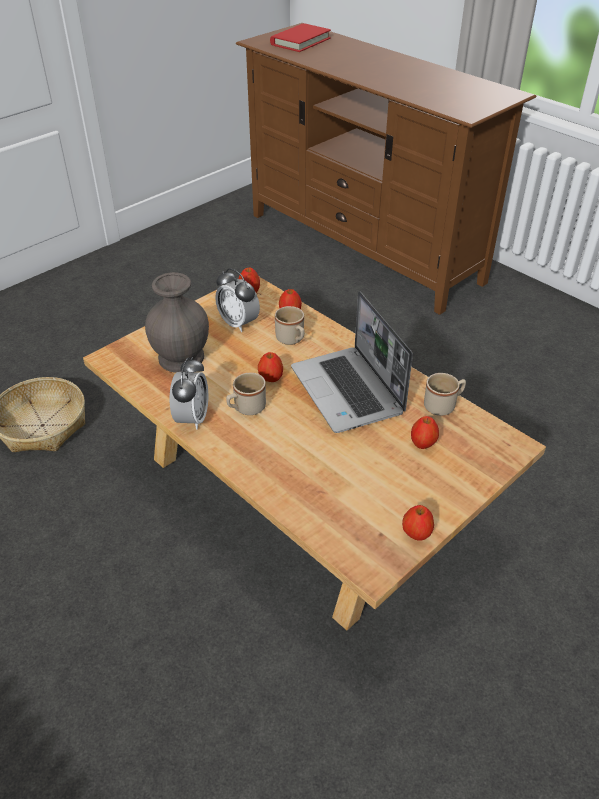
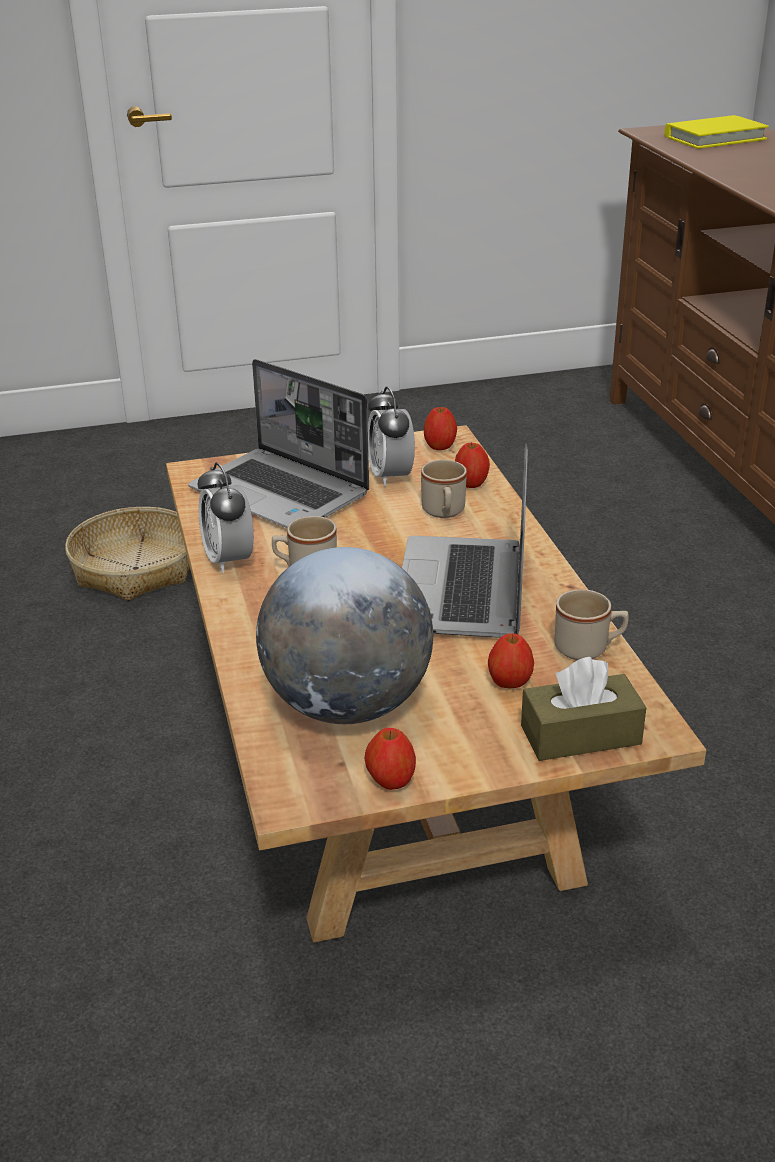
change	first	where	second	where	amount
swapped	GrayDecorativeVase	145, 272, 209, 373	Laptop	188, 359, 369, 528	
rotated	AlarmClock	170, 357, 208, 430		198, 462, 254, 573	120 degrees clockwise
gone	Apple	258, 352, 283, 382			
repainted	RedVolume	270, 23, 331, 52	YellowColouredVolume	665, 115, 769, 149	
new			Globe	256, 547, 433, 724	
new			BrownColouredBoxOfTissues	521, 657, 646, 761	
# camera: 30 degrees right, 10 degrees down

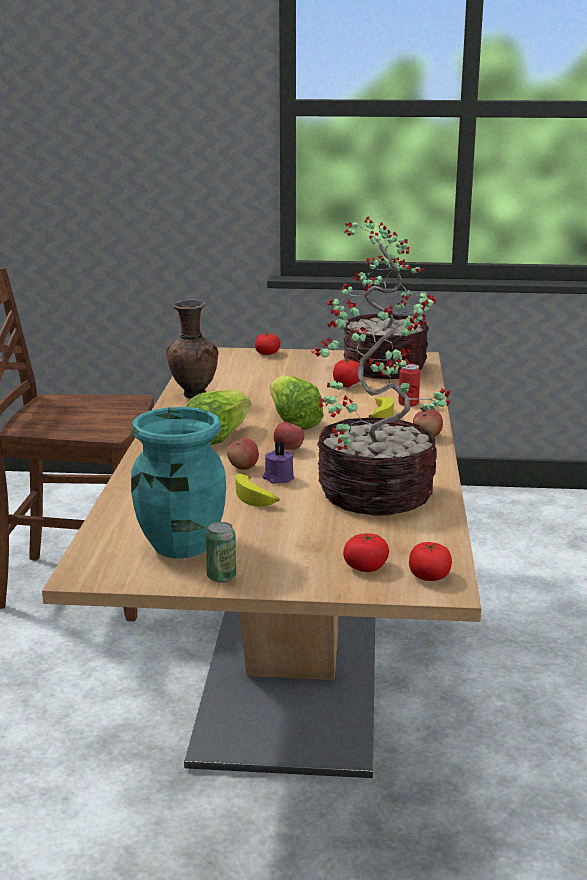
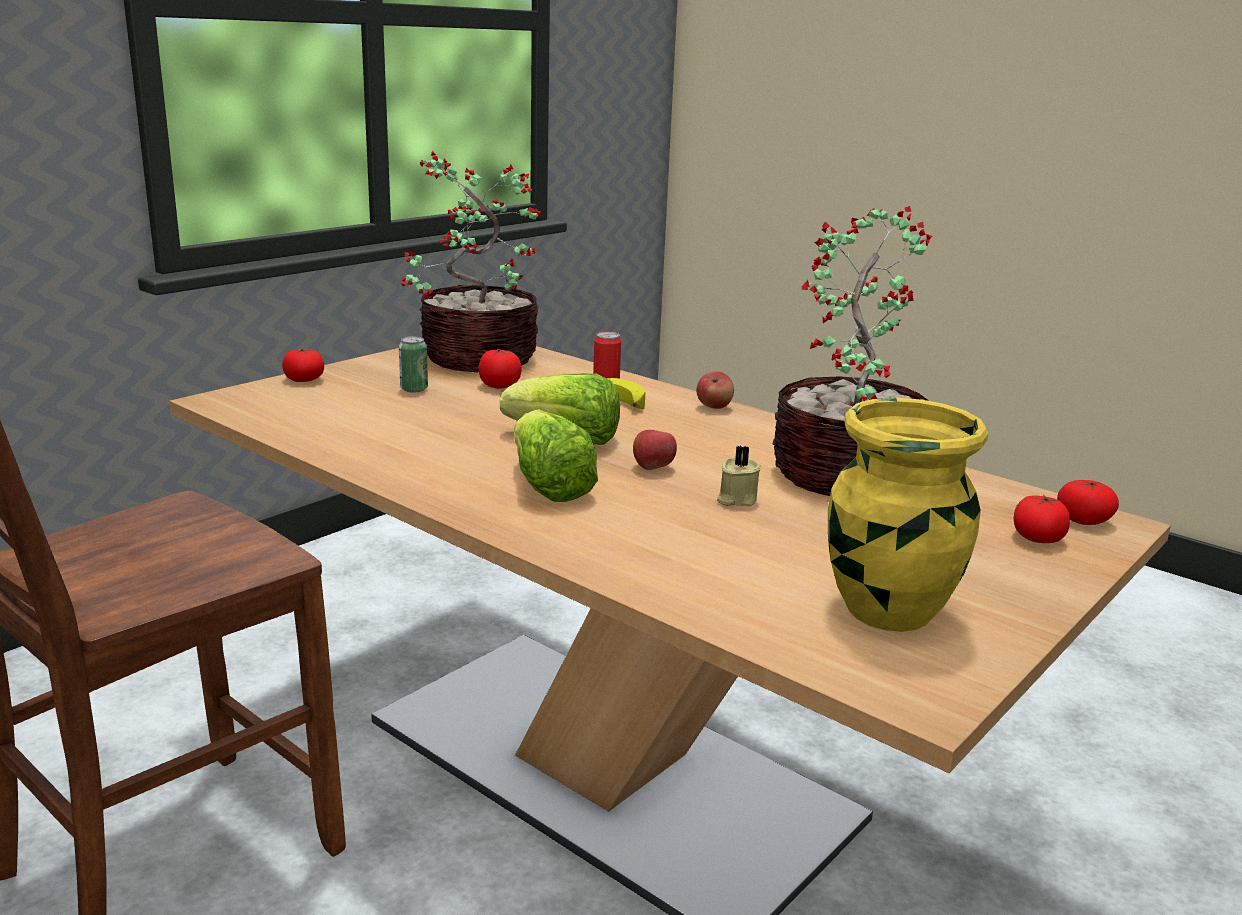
change	first	where	second	where	amount
repainted	TurquoiseDecorativeVase	131, 407, 226, 559	YellowColouredDecorativeVase	828, 398, 988, 632	
gone	BrownColouredDecorativeVase	166, 300, 218, 399			
shifted	SealedCan	206, 522, 236, 583		399, 336, 428, 393	
gone	Apple	227, 438, 259, 470			
gone	BananaFruit	236, 474, 280, 507			
repainted	PurplishCandle	262, 442, 294, 484	SandColouredCandle	717, 445, 761, 506	
# camera: 55 degrees left, 0 degrees up

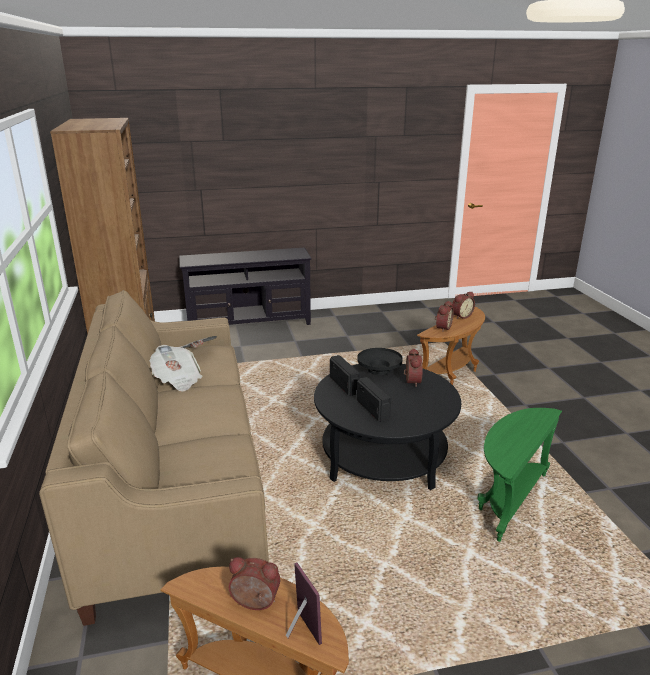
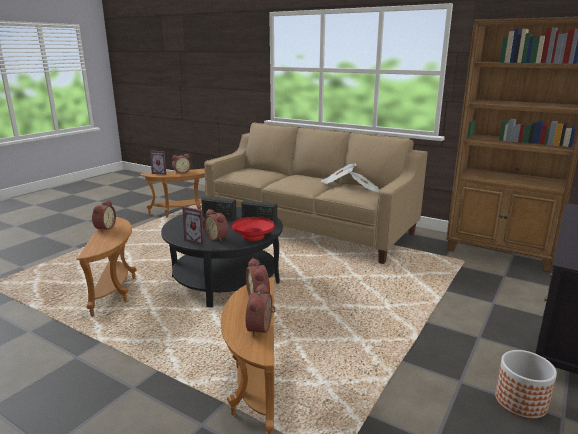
change	first	where	second	where	amount
repainted	BlackColouredDeepDish	357, 348, 403, 375	RedDeepDish	232, 217, 275, 241	
repainted	GreenishAccentTable	477, 408, 562, 542	BrownColouredAccentTable	77, 217, 137, 317	
new			AlarmClock	92, 200, 116, 232	
new			PhotoFrame	182, 206, 204, 245	
new			PlantPot	495, 350, 557, 419	
# camera: 135 degrees right, 5 degrees down

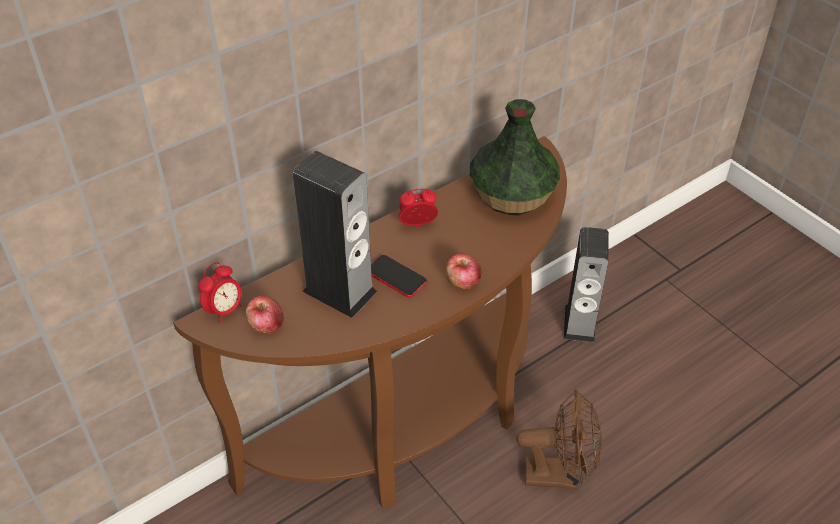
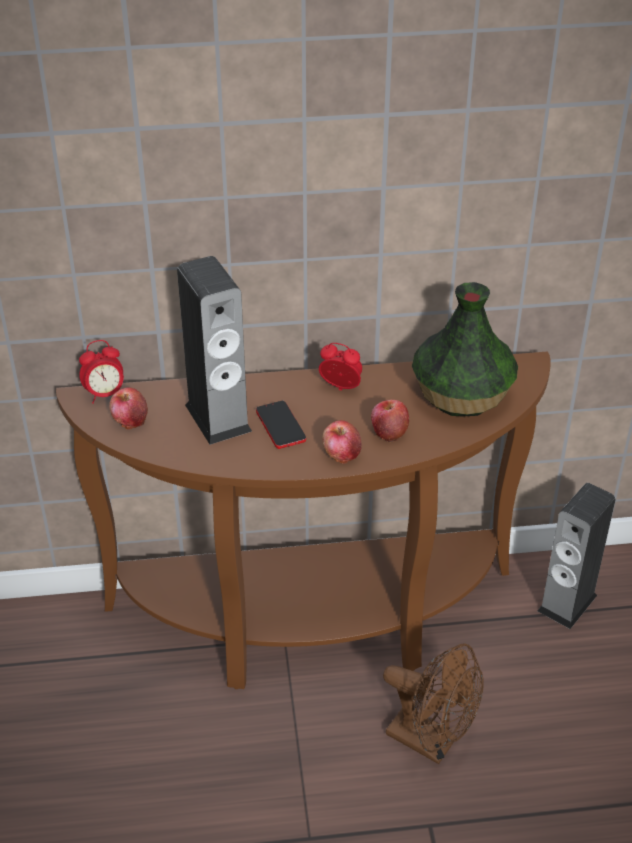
change	first	where	second	where	amount
new			Apple	371, 400, 409, 442	
# camera: 30 degrees right, 5 degrees down

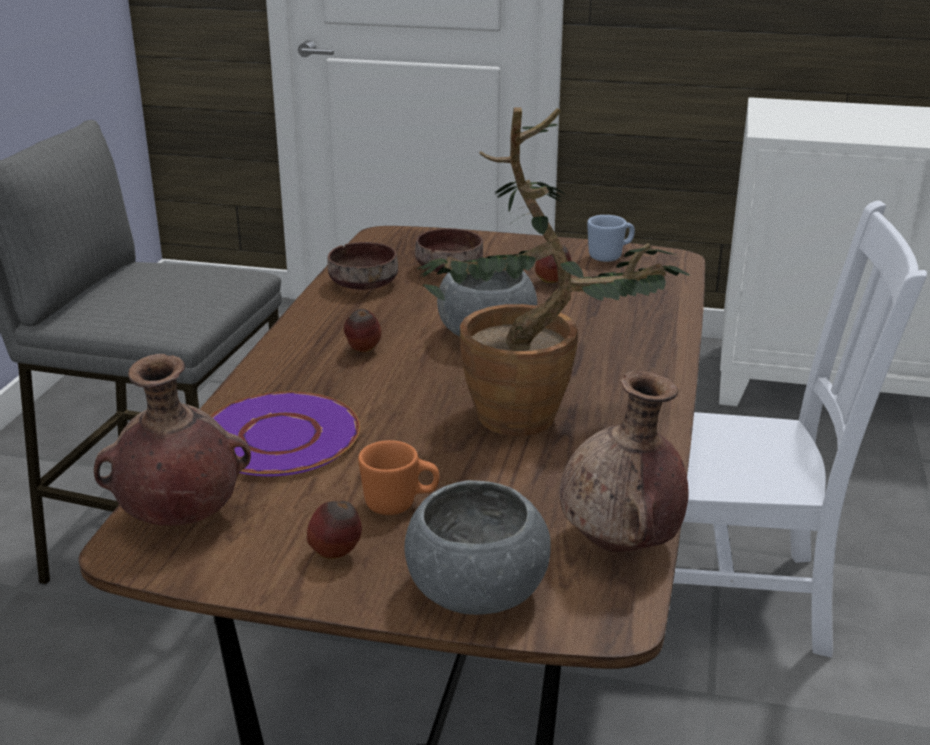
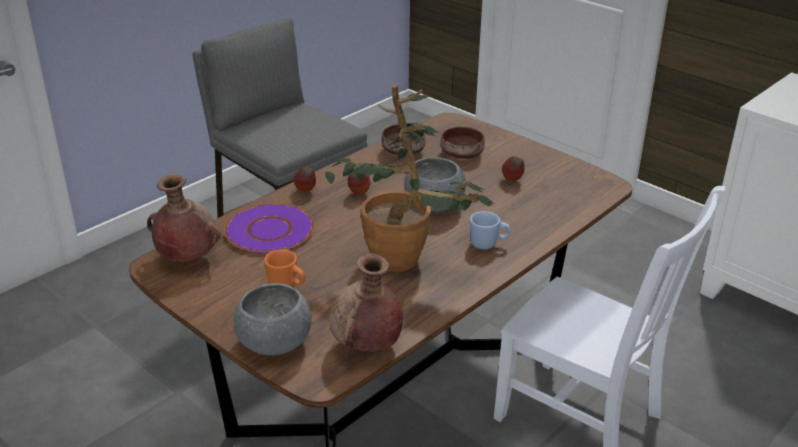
change	first	where	second	where	amount
shifted	Apple	307, 501, 362, 559		294, 167, 316, 192	
shifted	BluishCoffeeMug	587, 215, 635, 262		470, 211, 510, 249	
# camera: 30 degrees right, 5 degrees up

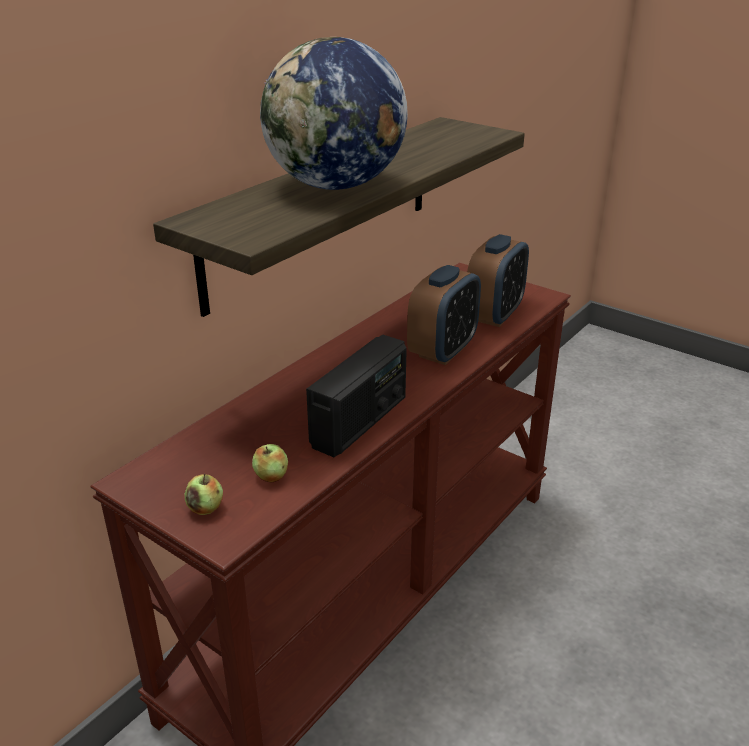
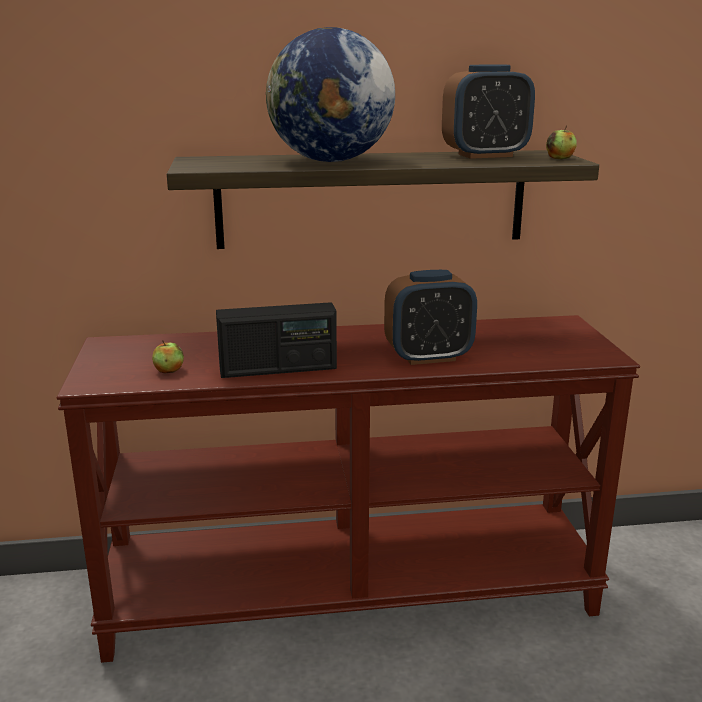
change	first	where	second	where	amount
shifted	Apple	185, 474, 223, 515		546, 125, 577, 159	
shifted	AlarmClock	467, 234, 529, 327		442, 64, 535, 159	
# camera: 45 degrees right, 10 degrees down

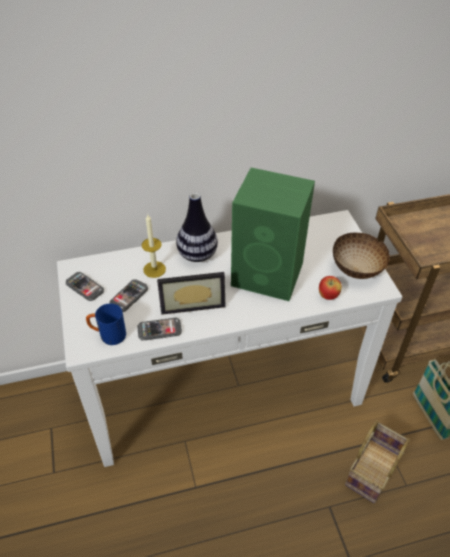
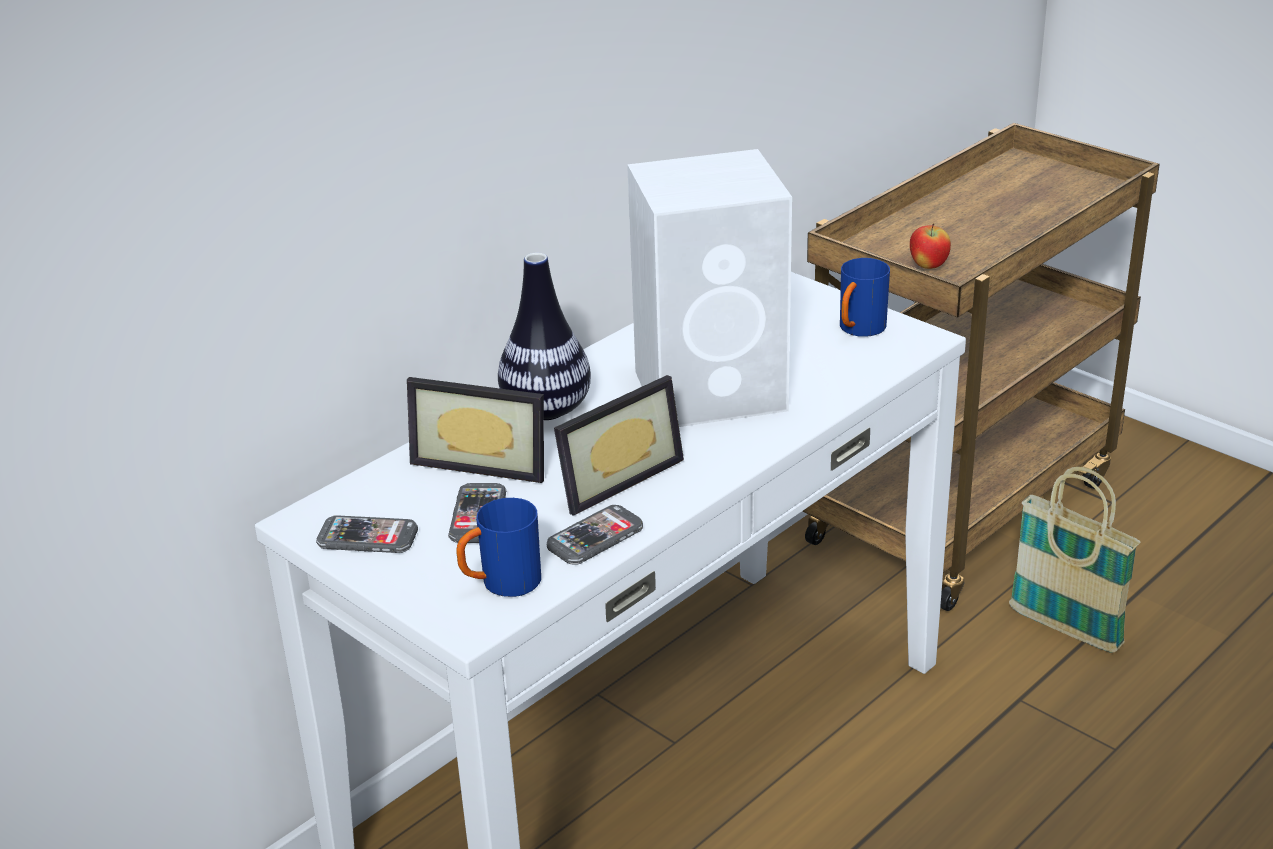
change	first	where	second	where	amount
swapped	Candle	142, 215, 166, 278	PhotoFrame	407, 377, 544, 483	
repainted	GreenishLoudspeaker	231, 168, 315, 301	WhiteLoudspeaker	627, 149, 792, 427	
shifted	Apple	319, 276, 342, 300		910, 223, 951, 269	
swapped	DeepDish	333, 233, 390, 279	BluishCoffeeMug	840, 258, 890, 337	
gone	Basket	345, 420, 410, 503			
# camera: 30 degrees left, 15 degrees down

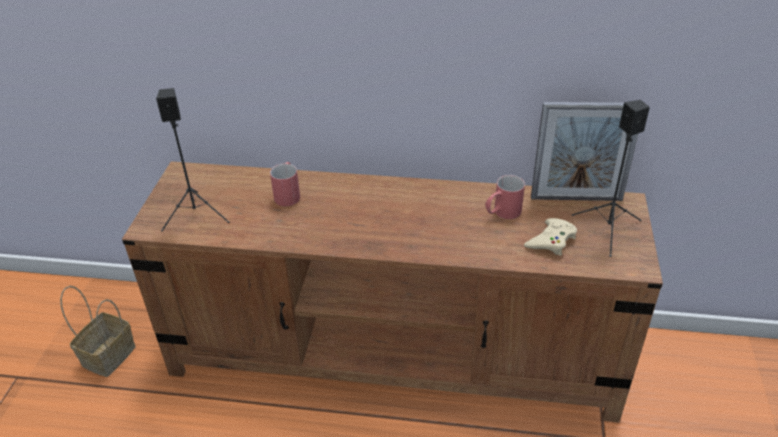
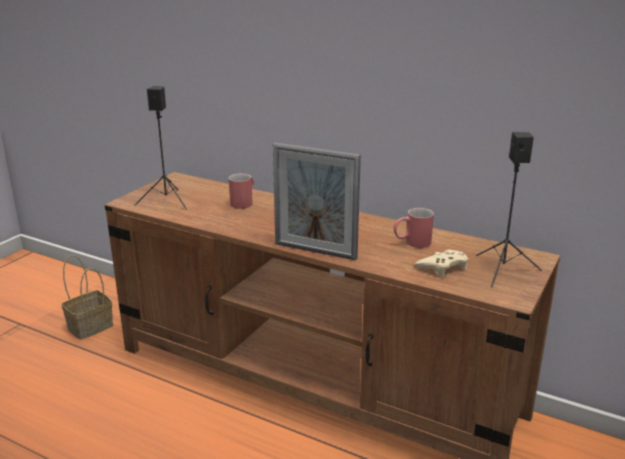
change	first	where	second	where	amount
shifted	PhotoFrame	531, 102, 638, 201		273, 143, 361, 261	
# camera: 20 degrees right, 15 degrees down

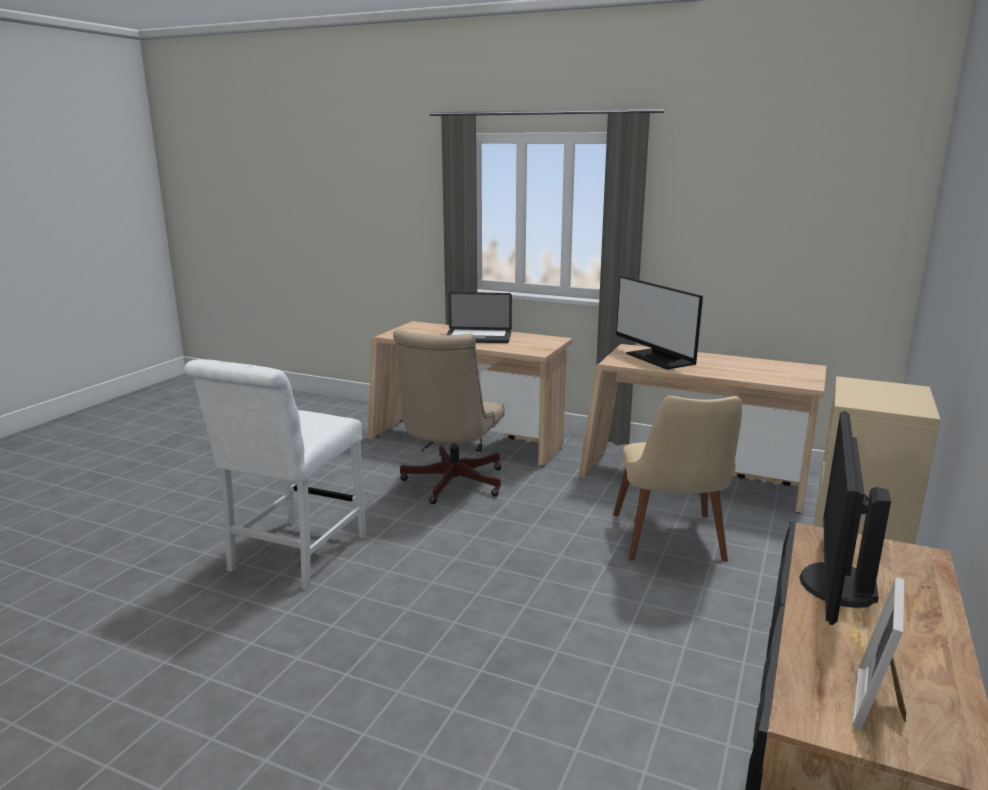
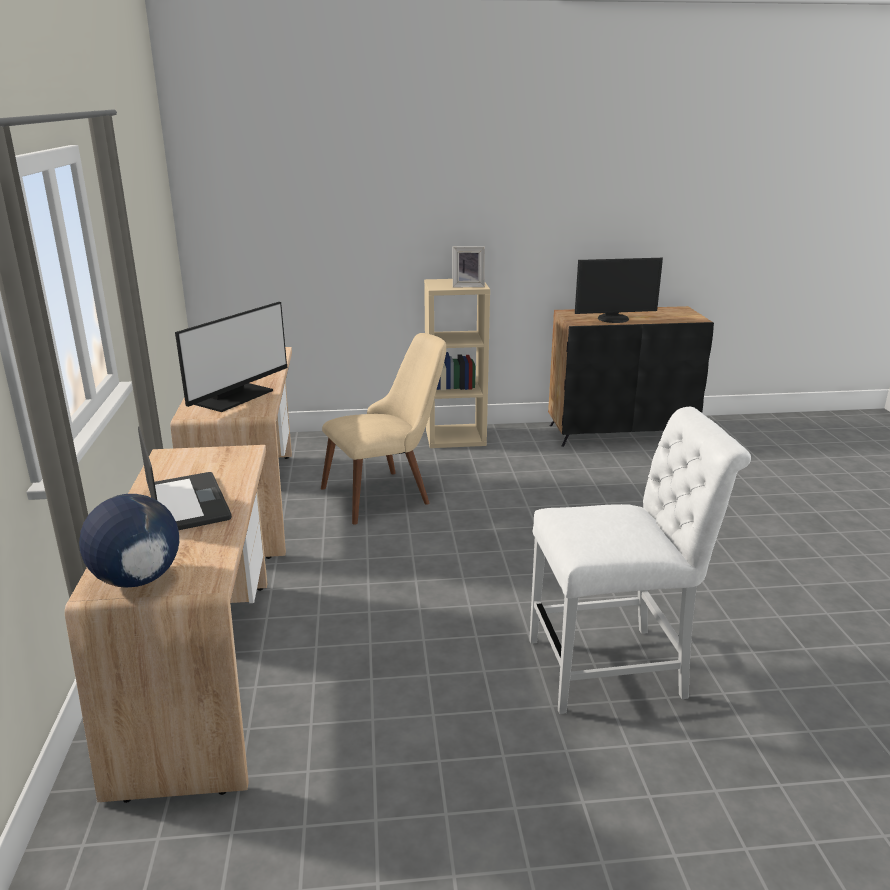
change	first	where	second	where	amount
gone	SandColouredOfficeChair	393, 329, 505, 504			
shifted	PhotoFrame	852, 577, 906, 731		453, 246, 485, 287	
new			Globe	79, 494, 179, 588	
# camera: 120 degrees left, 5 degrees up

